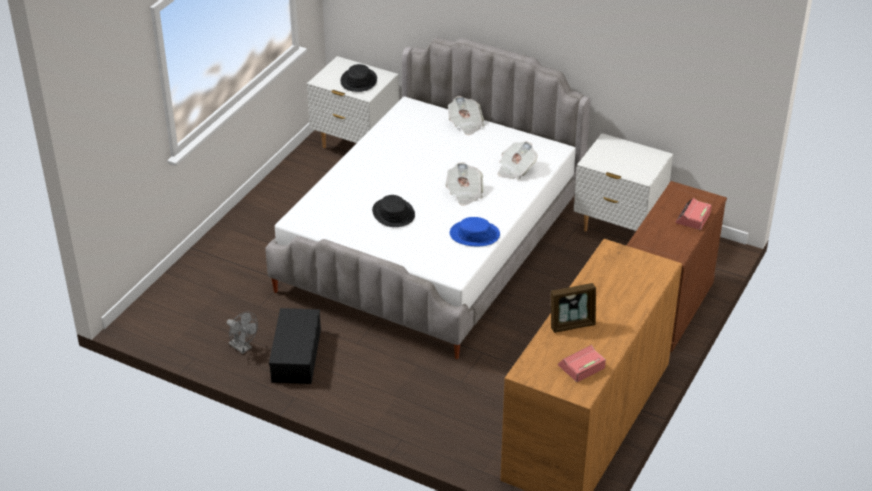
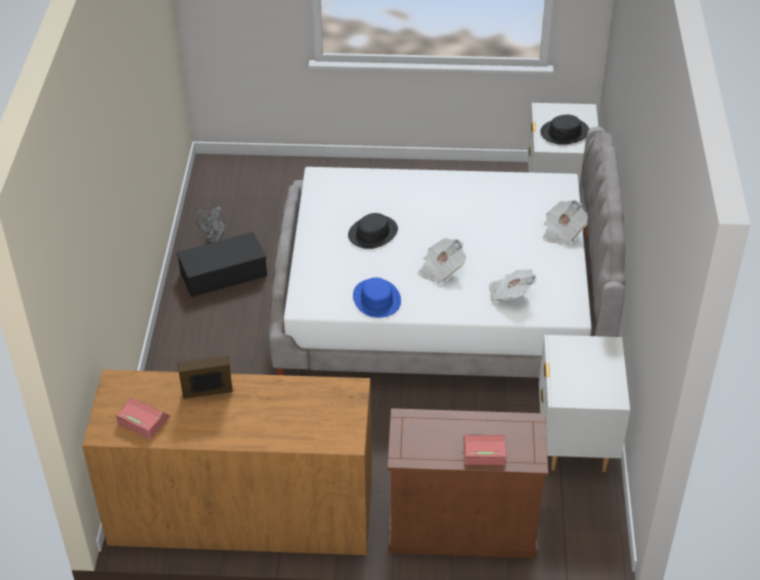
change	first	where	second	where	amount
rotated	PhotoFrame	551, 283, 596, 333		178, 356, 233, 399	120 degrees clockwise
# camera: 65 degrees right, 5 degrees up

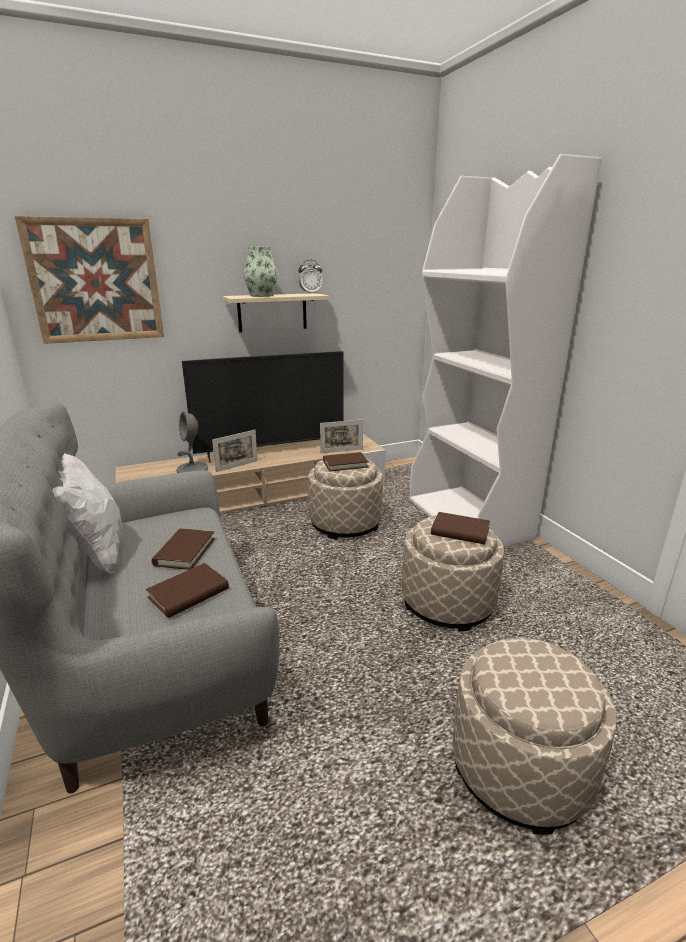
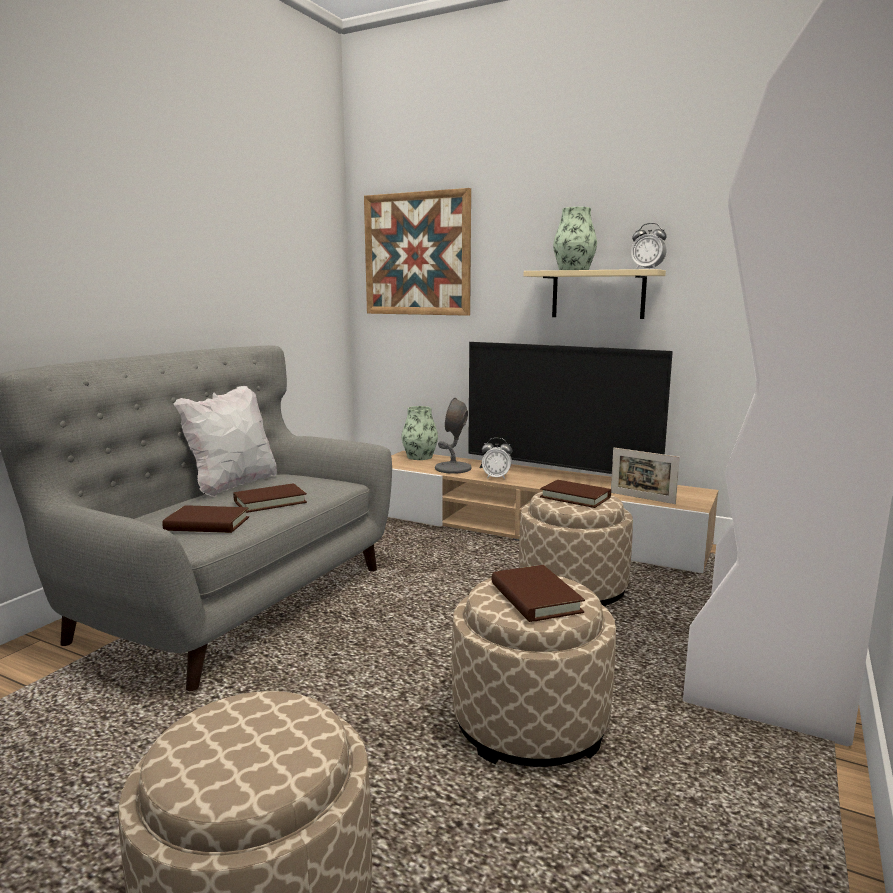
change	first	where	second	where	amount
swapped	PhotoFrame	212, 430, 258, 472	AlarmClock	482, 438, 512, 479	
new			DecorativeVase	401, 406, 438, 460	
# camera: 50 degrees right, 10 degrees down

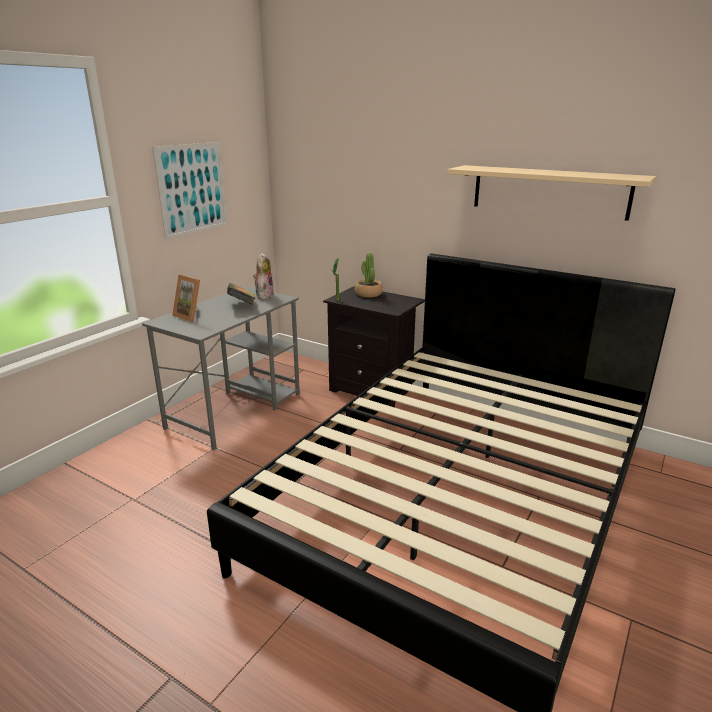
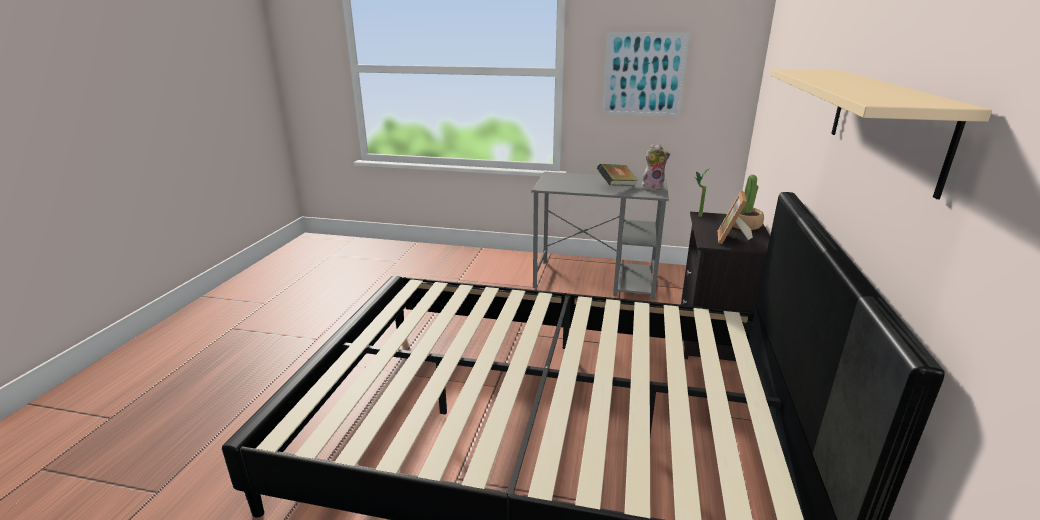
change	first	where	second	where	amount
shifted	PhotoFrame	172, 275, 200, 322		718, 191, 753, 244	
# camera: 70 degrees right, 0 degrees up

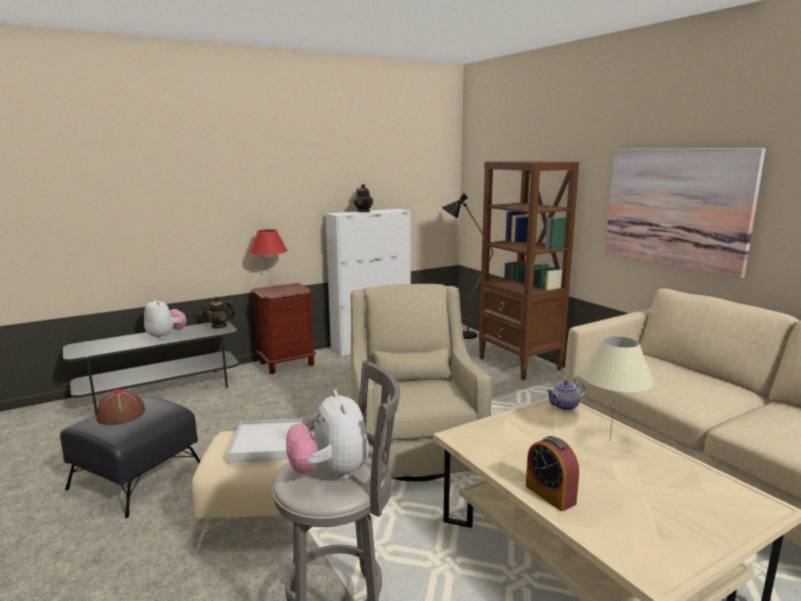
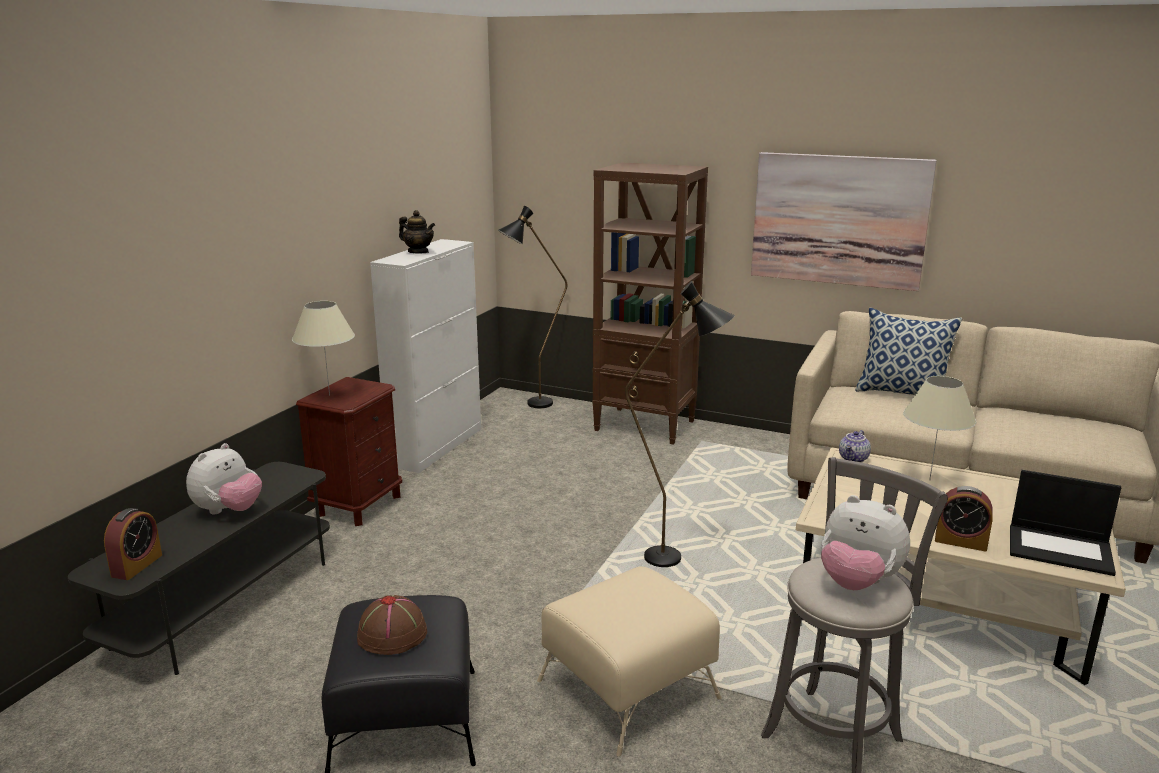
change	first	where	second	where	amount
rotated	SoftToy	144, 298, 187, 340		186, 443, 262, 514	105 degrees clockwise
gone	PotForTea	200, 297, 236, 329			
gone	WhiteServingTray	227, 419, 302, 463			
repainted	RedTableLamp	249, 229, 288, 283	SandColouredTableLamp	292, 301, 355, 396	
swapped	SandColouredLoungeChair	350, 284, 492, 482	BlackColouredStandardLamp	625, 281, 735, 567	
new			AlarmClock	104, 508, 162, 580	
new			ThrowPillow	855, 308, 962, 395	
new			Laptop	1010, 470, 1121, 576	
# camera: 35 degrees left, 5 degrees up

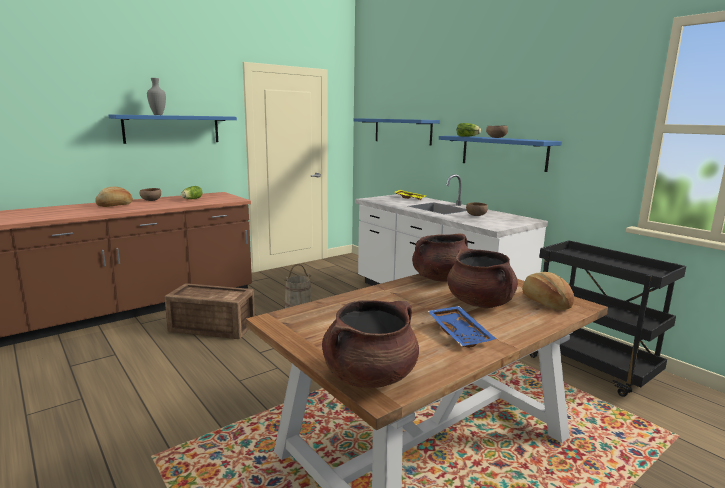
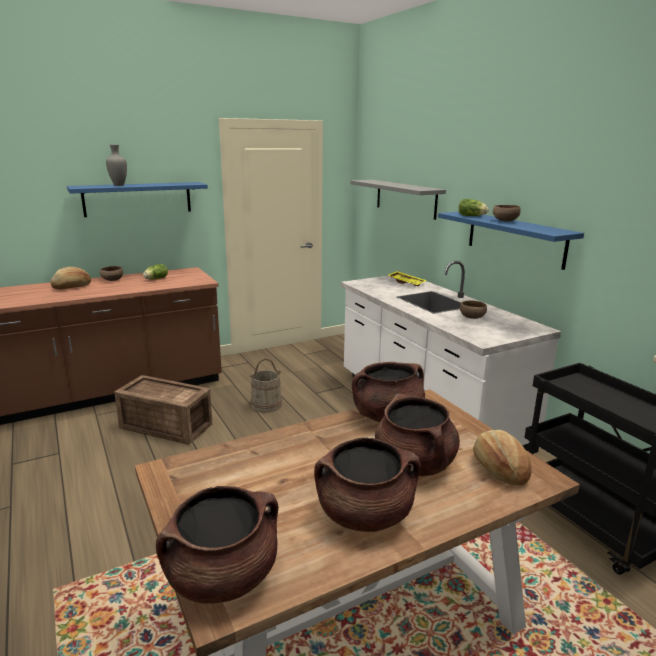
change	first	where	second	where	amount
repainted	BluishWallShelf	354, 118, 440, 146	GrayWallShelf	350, 180, 446, 220	
swapped	BluishServingTray	428, 306, 496, 348	BrownColouredStockpot	314, 437, 421, 532	
# camera: 10 degrees right, 5 degrees up

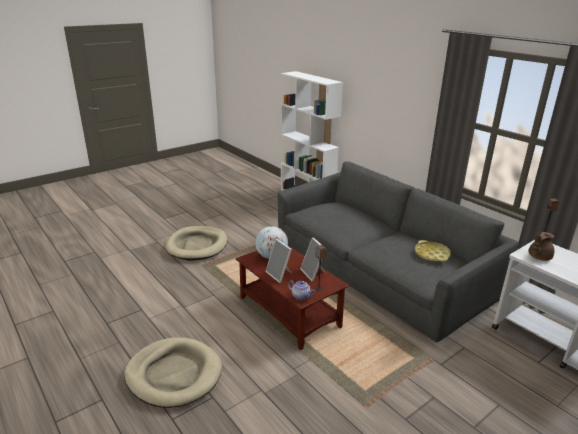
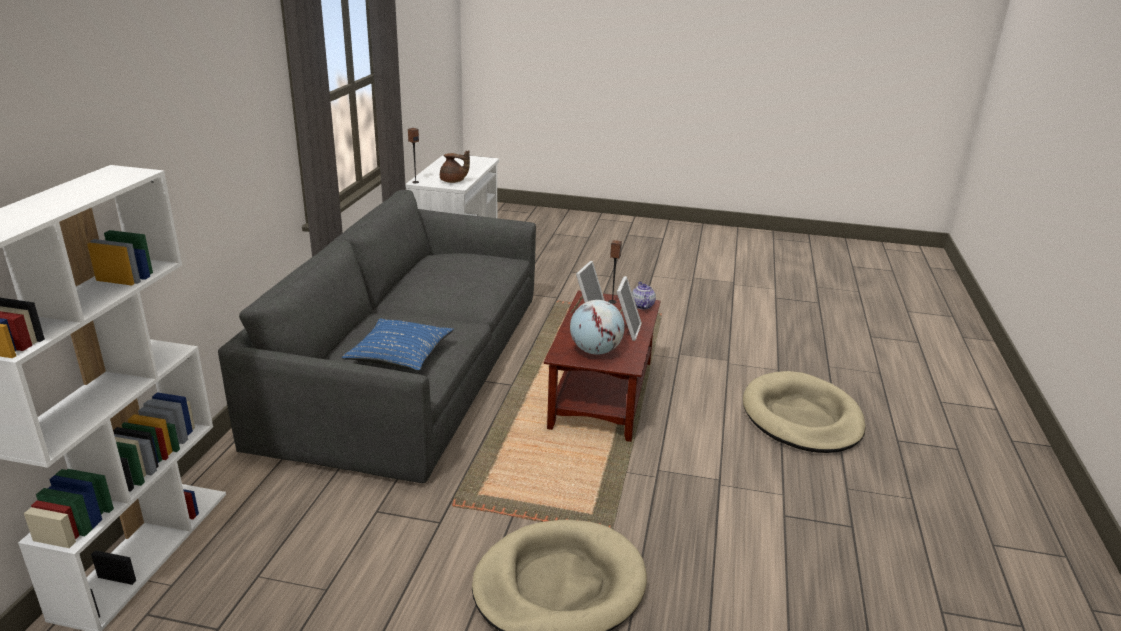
change	first	where	second	where	amount
gone	YellowColouredServingTray	415, 240, 451, 261			
new			BluishThrowPillow	342, 319, 454, 371	
# camera: 130 degrees left, 0 degrees up

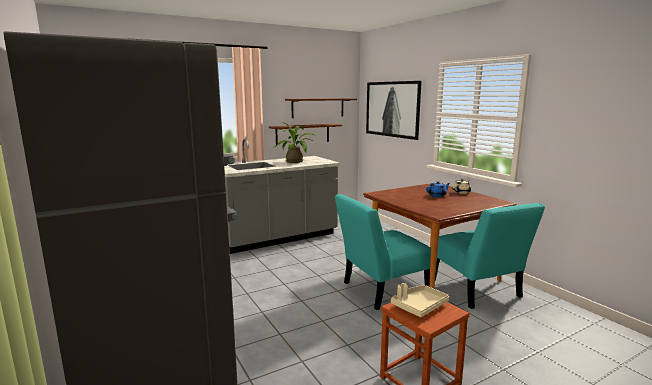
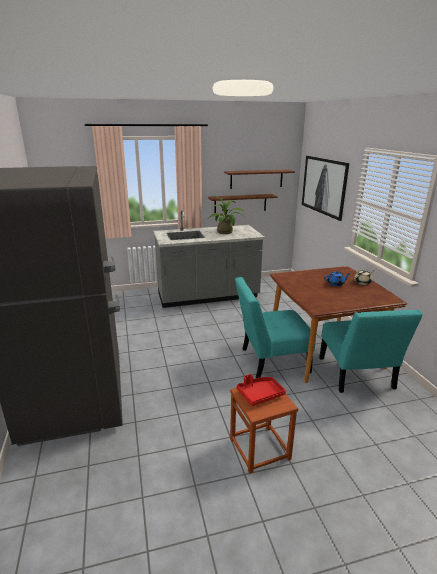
change	first	where	second	where	amount
repainted	SandColouredServingTray	391, 283, 449, 317	RedServingTray	237, 374, 286, 406	
# camera: 15 degrees right, 10 degrees up

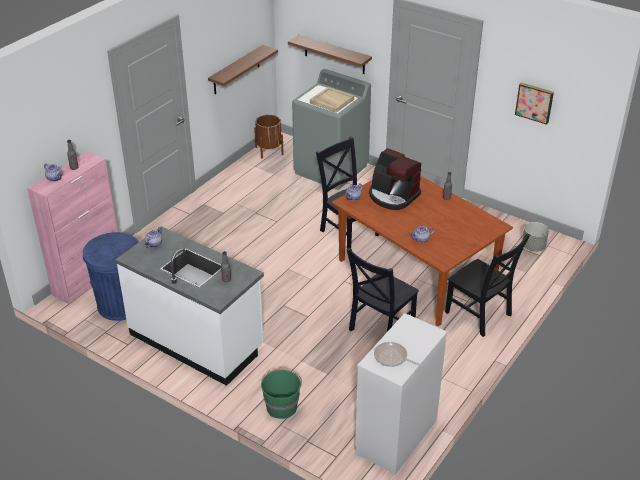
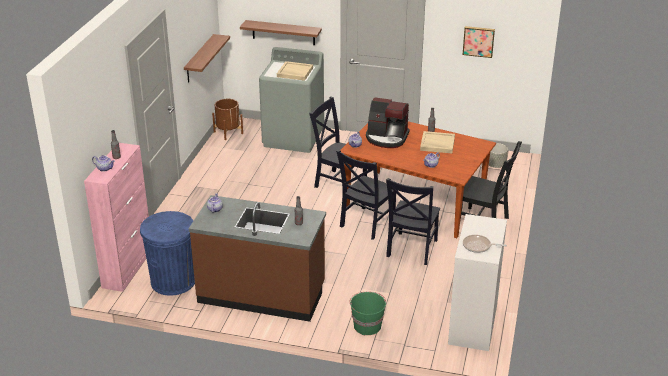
change	first	where	second	where	amount
repainted	WhiteKitchenCounter	115, 226, 264, 386	BrownColouredKitchenCounter	189, 195, 326, 322	
new			BlackColouredUprightChair	336, 150, 396, 240	
new			SandColouredServingTray	420, 131, 455, 153	
# camera: 20 degrees left, 5 degrees down

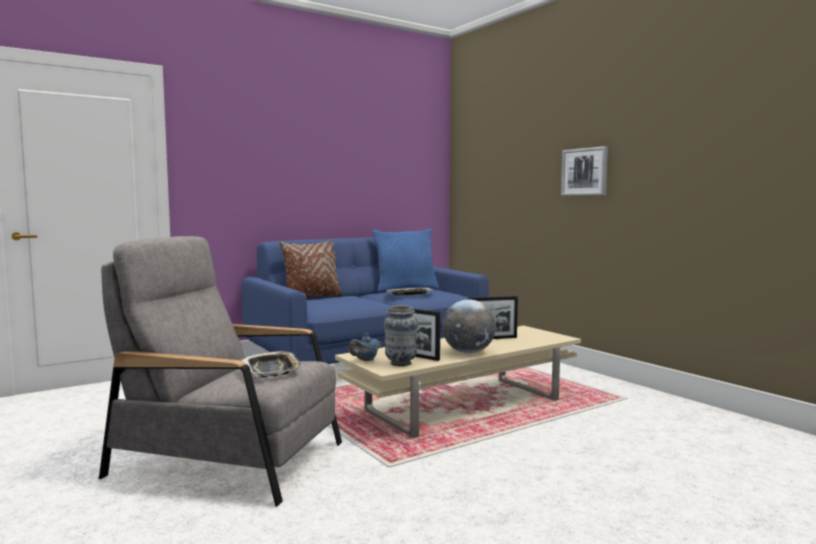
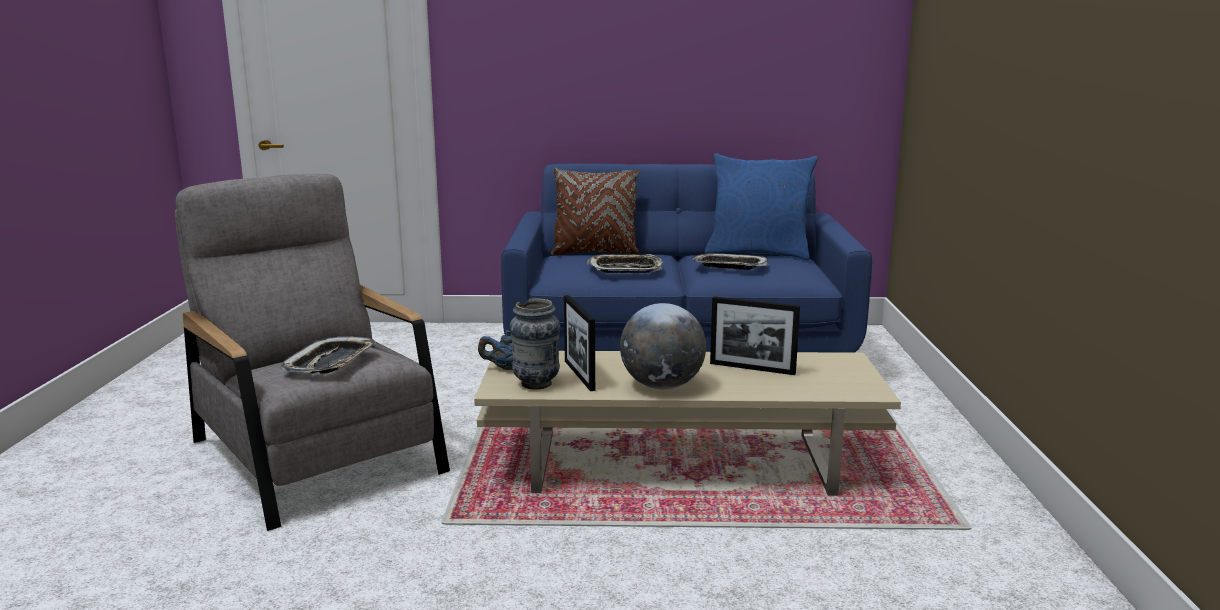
change	first	where	second	where	amount
gone	WallPicture	561, 146, 608, 196			
new			ServingTray	587, 254, 663, 273	
# camera: 35 degrees right, 10 degrees up

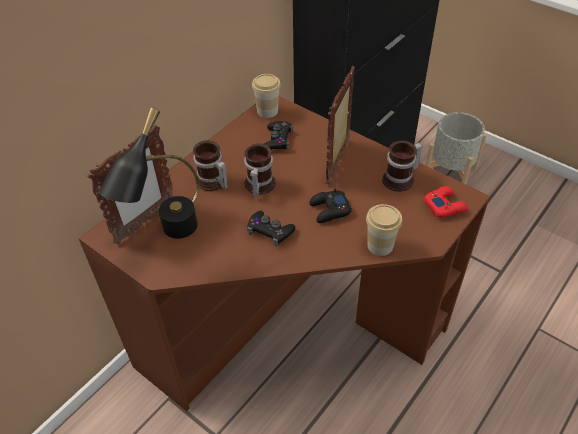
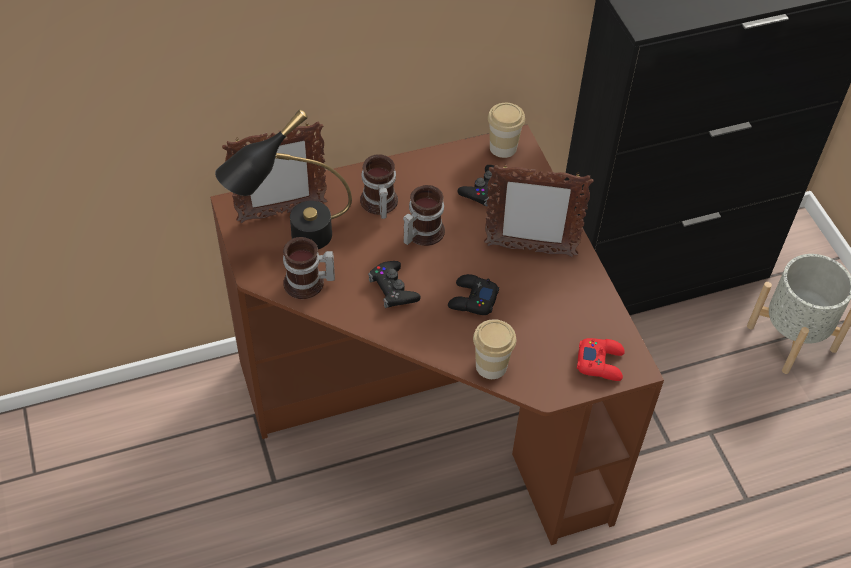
change	first	where	second	where	amount
rotated	PhotoFrame	326, 66, 355, 184		484, 165, 593, 257	135 degrees counterclockwise
shifted	CoffeeMug	382, 141, 423, 192		283, 237, 335, 299	
# camera: 30 degrees right, 5 degrees up

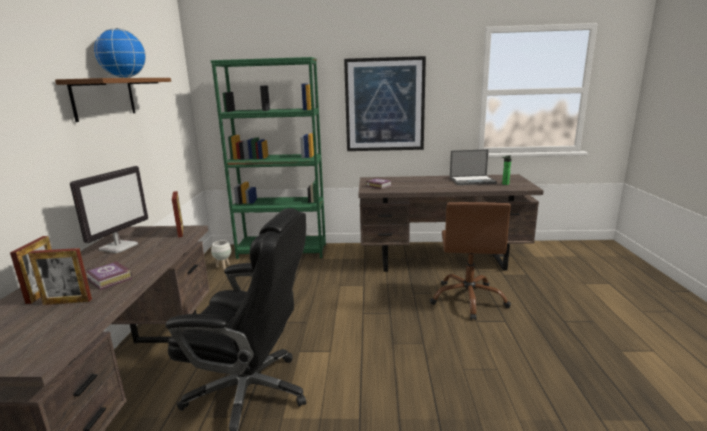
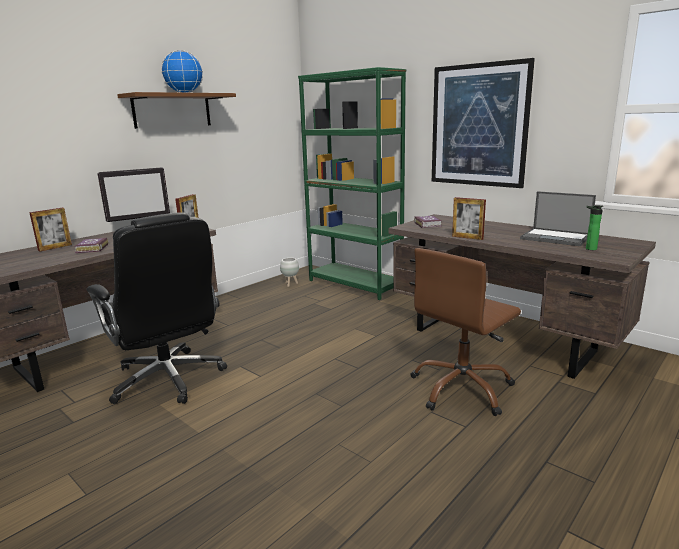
change	first	where	second	where	amount
shifted	PhotoFrame	28, 248, 92, 305		452, 197, 486, 240	
# camera: 40 degrees right, 0 degrees up

